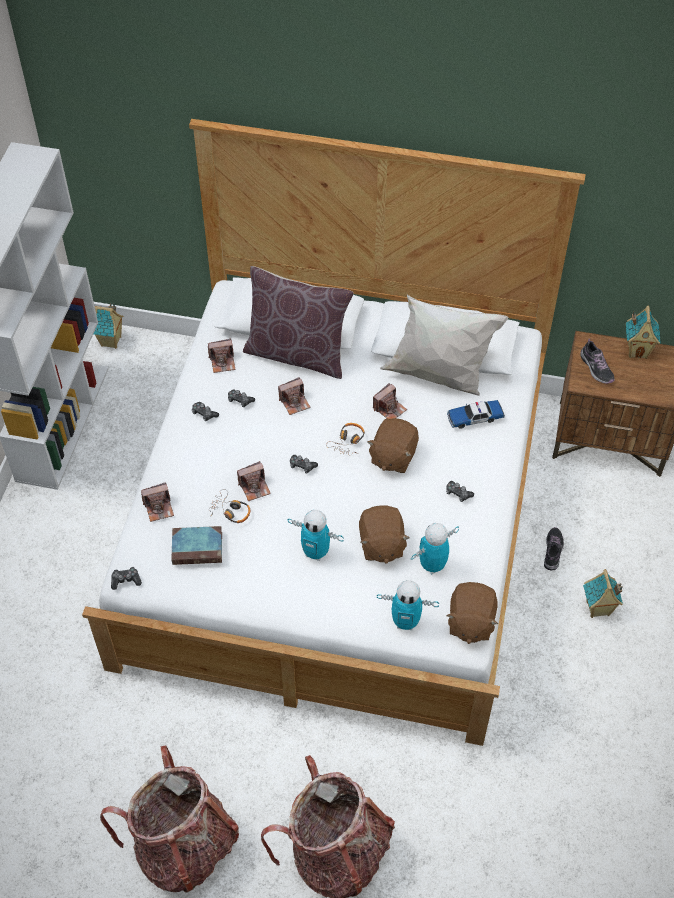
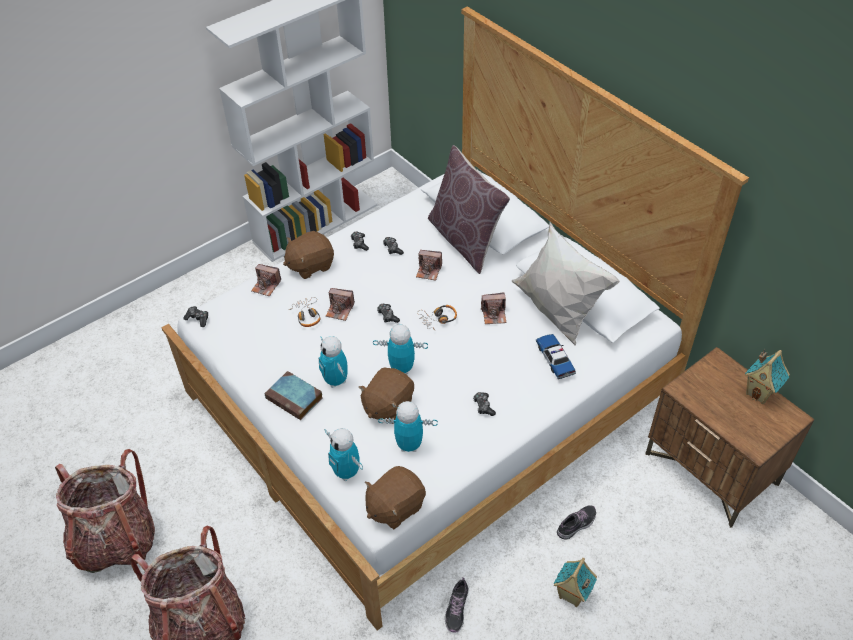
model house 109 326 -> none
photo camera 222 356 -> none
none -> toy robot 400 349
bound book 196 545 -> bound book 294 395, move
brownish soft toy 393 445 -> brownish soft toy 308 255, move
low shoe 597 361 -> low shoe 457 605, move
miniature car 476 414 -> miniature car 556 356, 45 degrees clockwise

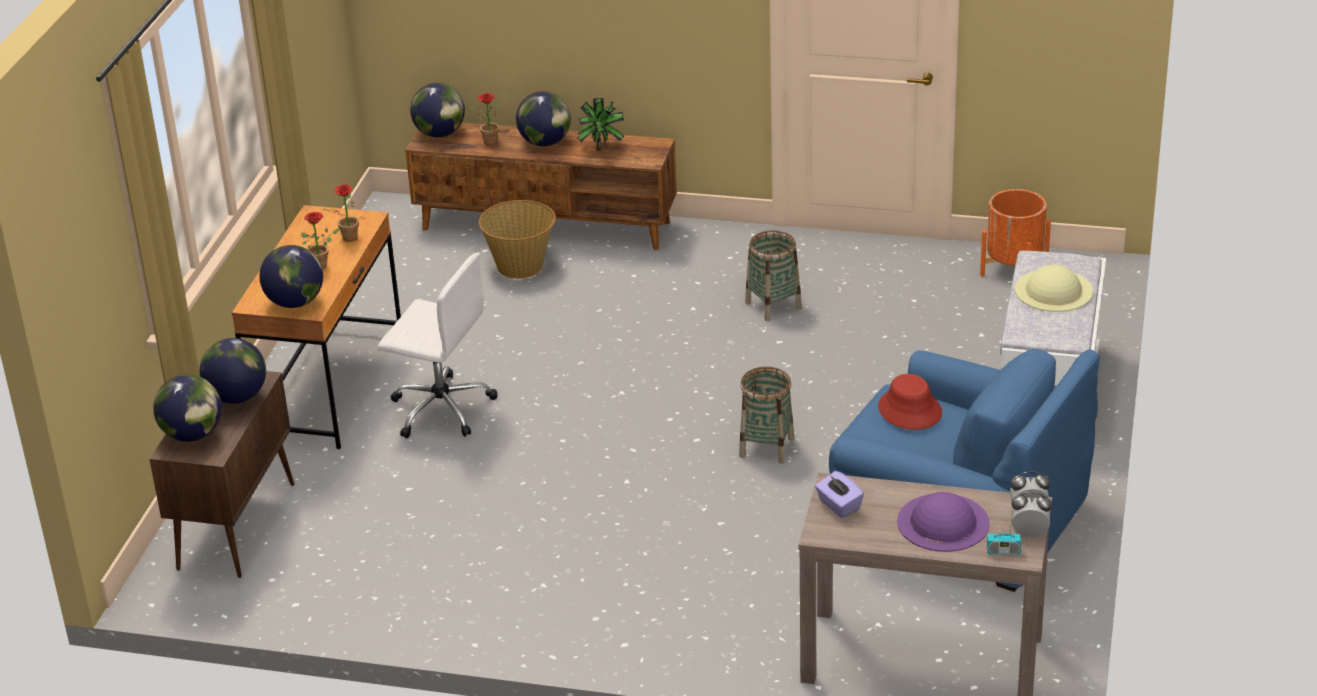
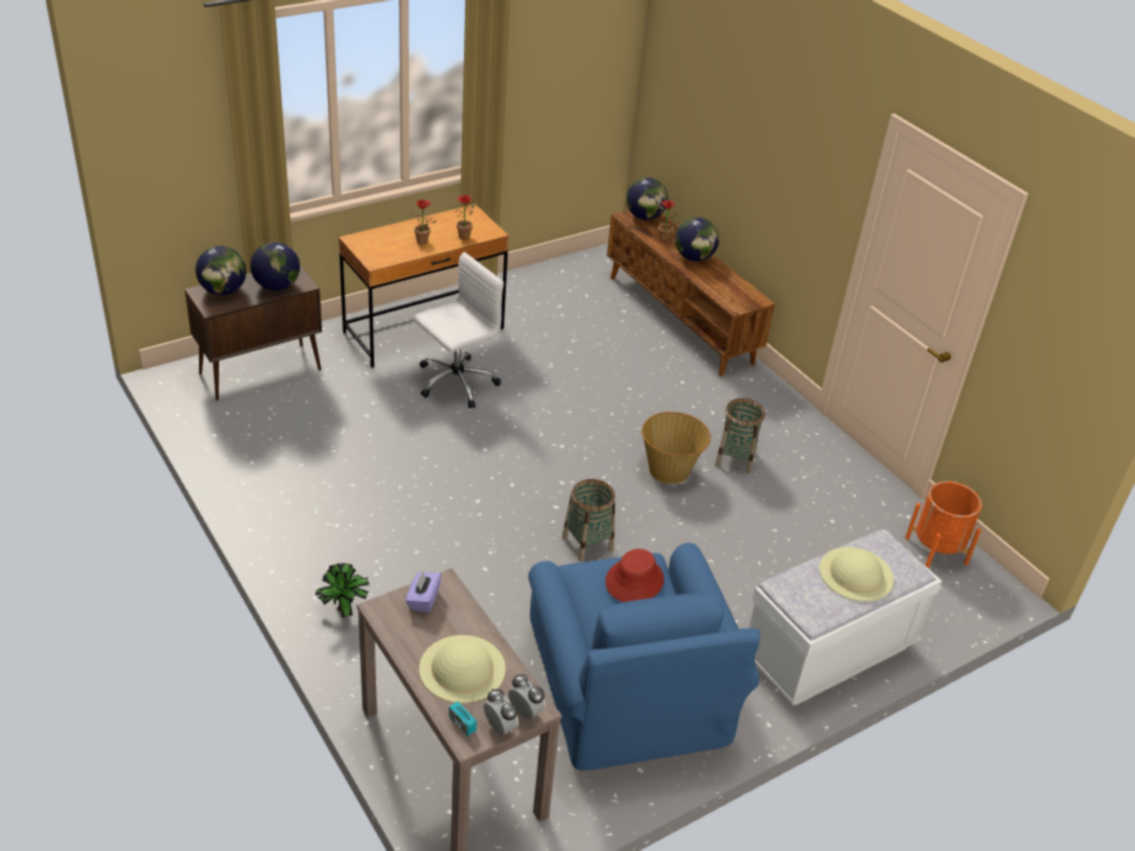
world globe 291 276 -> none
storage basket 517 239 -> storage basket 676 448, move
plant in a pot 600 124 -> plant in a pot 342 590, move
purple-coloured wearable hat 943 522 -> beige wearable hat 462 669
white-coloured computer chair 438 345 -> white-coloured computer chair 458 330, 105 degrees counterclockwise

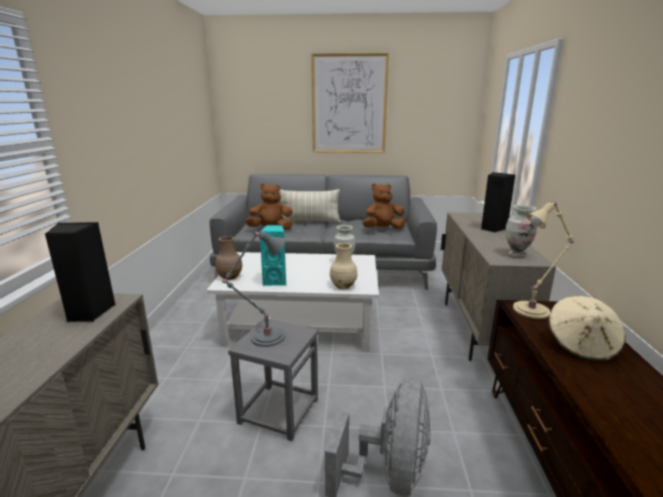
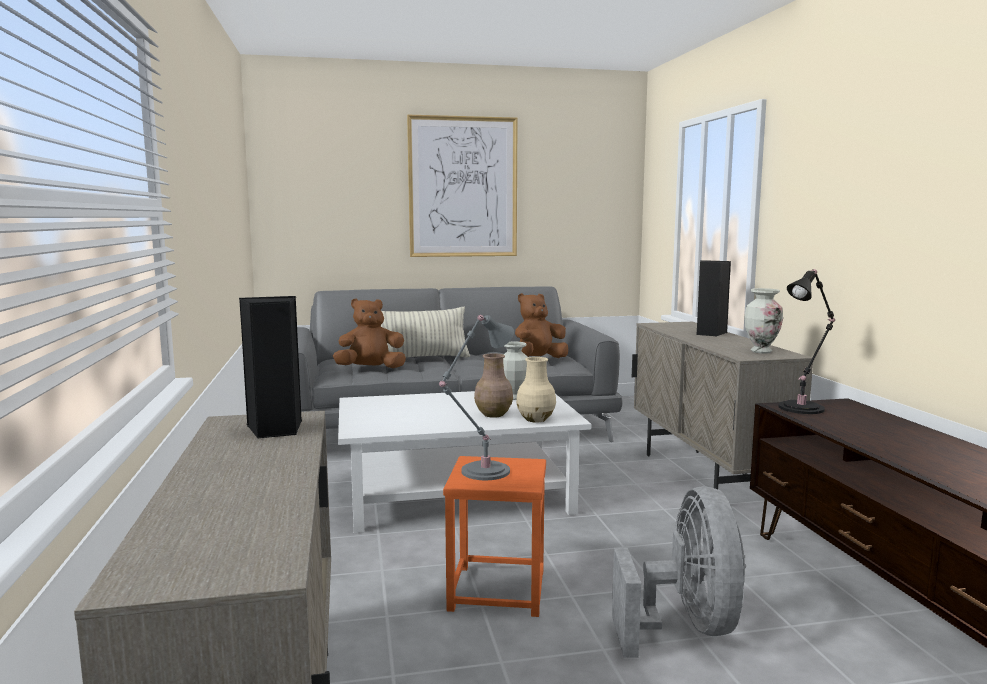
blue-green audio speaker 273 255 -> none
beige wearable hat 587 328 -> none
brownish decorative vase 228 258 -> brownish decorative vase 493 385, move
gray sitting stool 273 379 -> orange sitting stool 494 536
beige table lamp 543 260 -> blackish table lamp 806 341

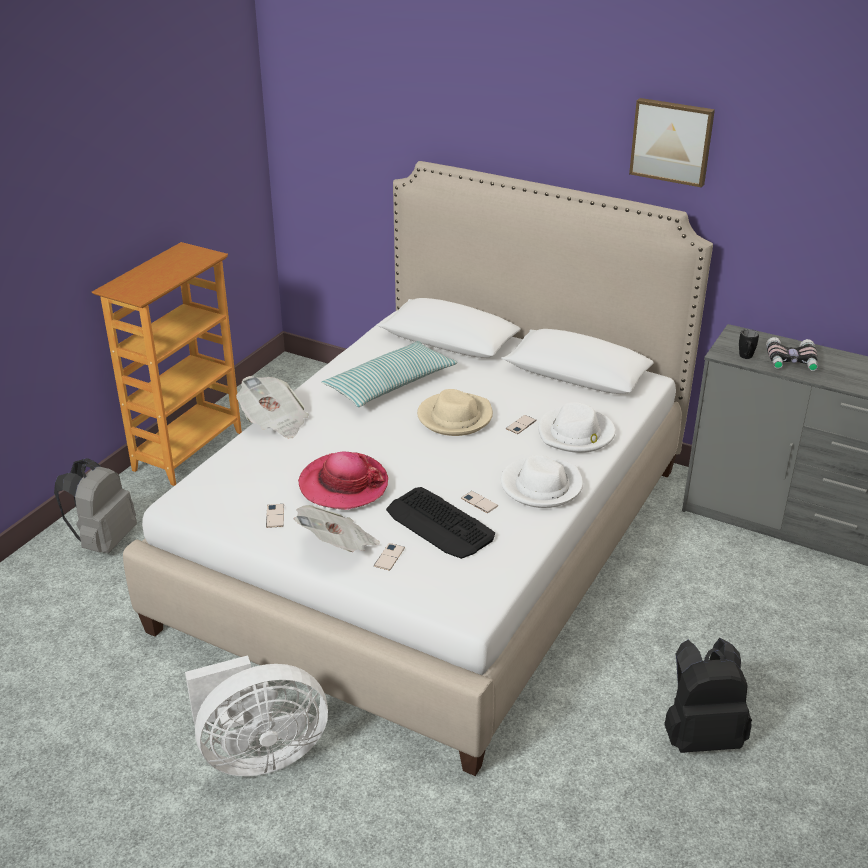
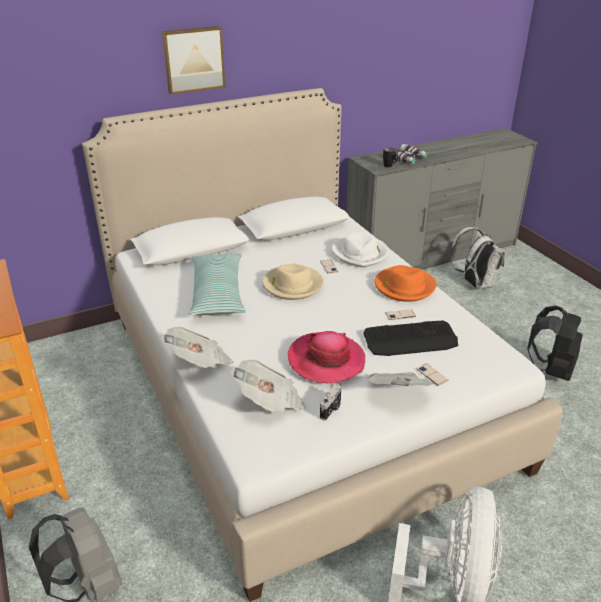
none -> newspaper 268 386
none -> white-coloured backpack 477 258
picture 672 142 -> picture 193 60, move
handset 275 516 -> photo camera 331 402
white-coloured wearable hat 542 481 -> orange wearable hat 405 283

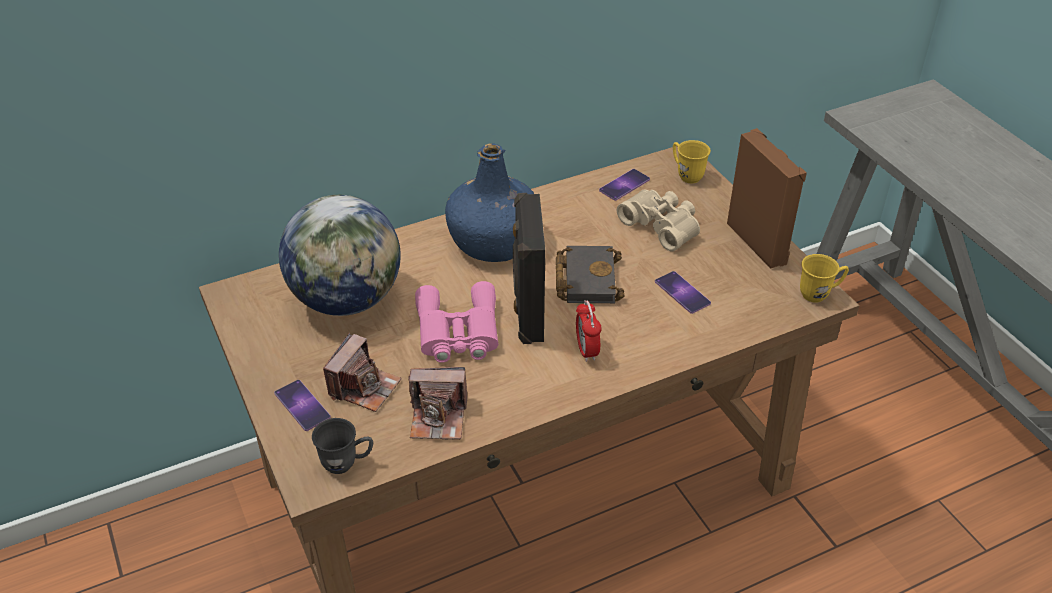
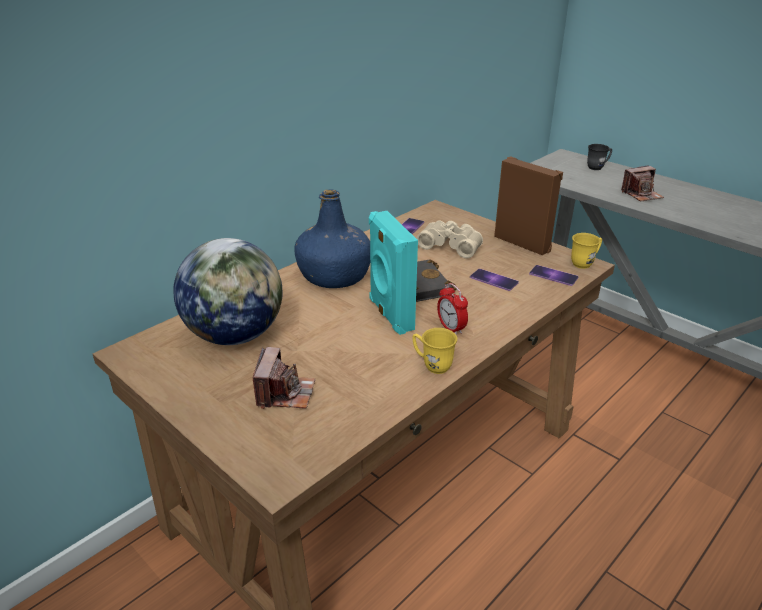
pink field glasses 456 322 -> none
handset 302 405 -> handset 554 275, move
gray mug 342 446 -> gray mug 599 157, move
photo camera 437 403 -> photo camera 642 183, move
yellow-coloured mug 692 161 -> yellow-coloured mug 434 351, move
blackish audio speaker 529 268 -> blue-green audio speaker 393 273

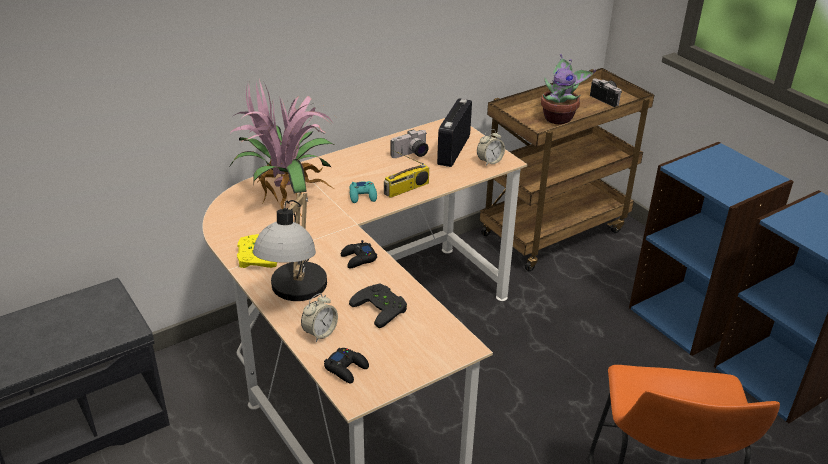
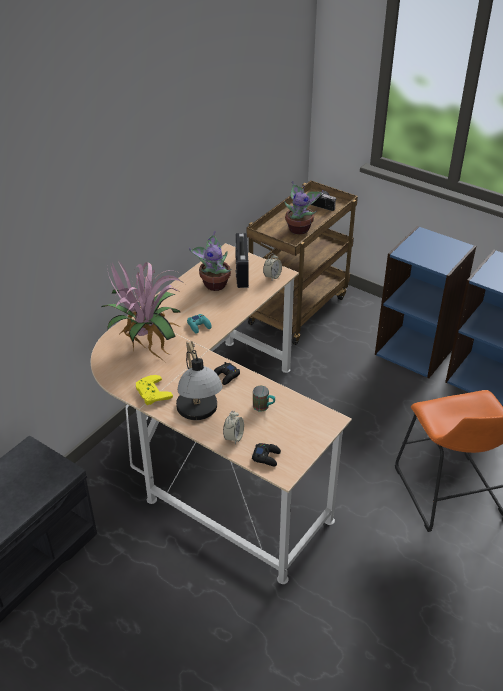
radio set 406 174 -> none
blackish game controller 378 305 -> mug 264 399
photo camera 410 143 -> plant in a pot 210 261

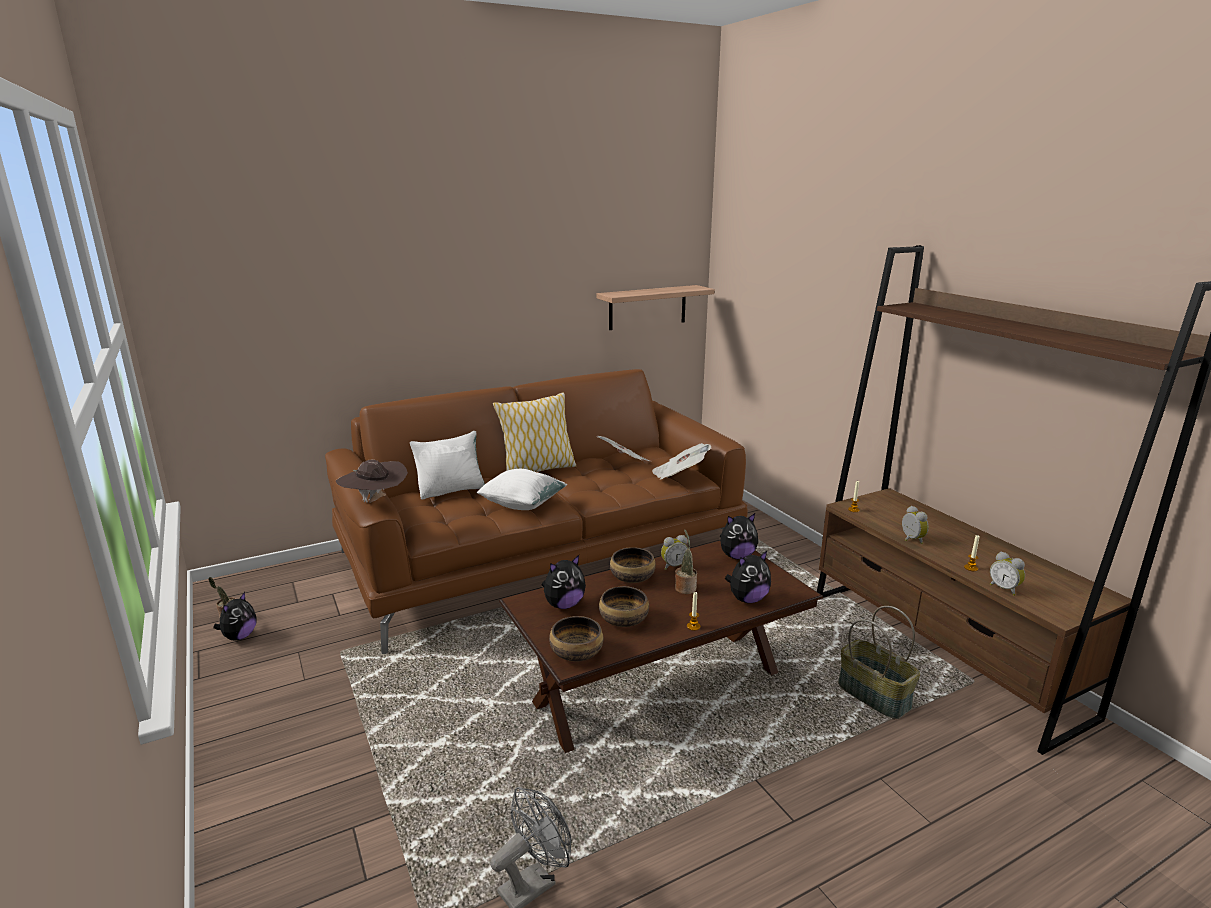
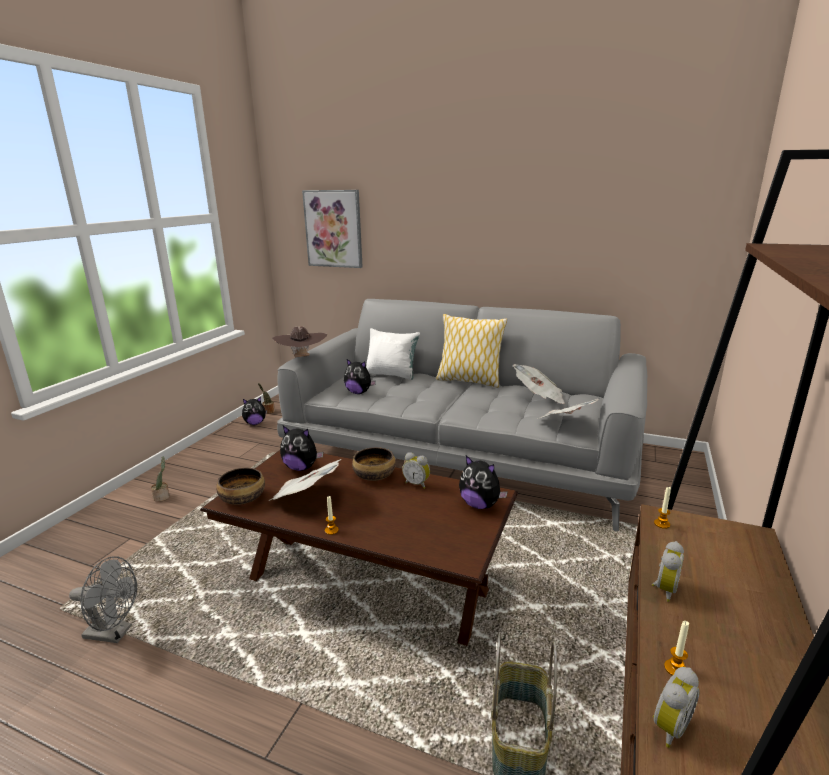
white-coloured pillow 521 489 -> none
bracket shelf 655 307 -> none
none -> picture 332 229
plant in a pot 686 561 -> plant in a pot 160 479, move
soft toy 748 577 -> soft toy 360 376, move
serving bowl 624 606 -> newspaper 305 480
brownish settee 536 511 -> gray settee 462 415
alarm clock 1007 574 -> alarm clock 676 707, 150 degrees counterclockwise

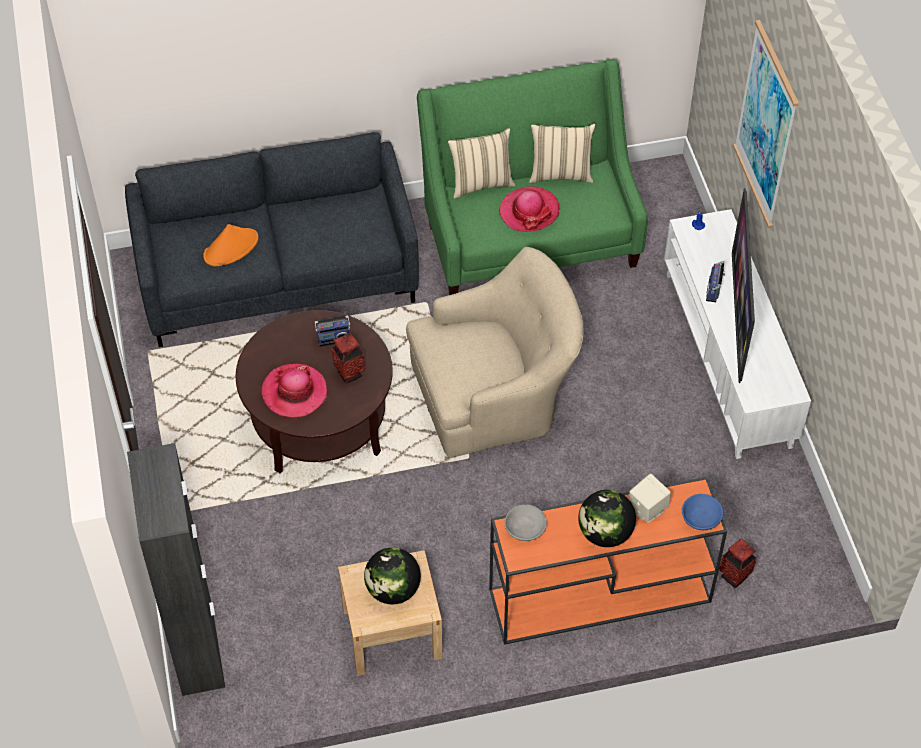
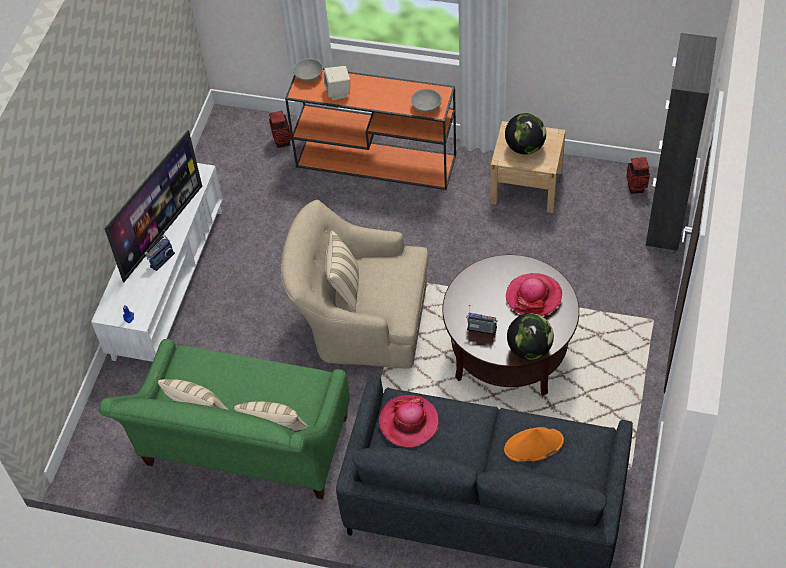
picture 766 124 -> none
none -> beige pillow 342 271
decorative vase 348 358 -> decorative vase 638 175, move
wearable hat 529 209 -> wearable hat 409 421, move
world globe 607 518 -> world globe 530 336, move
blue-coloured serving bowl 702 512 -> gray serving bowl 308 70

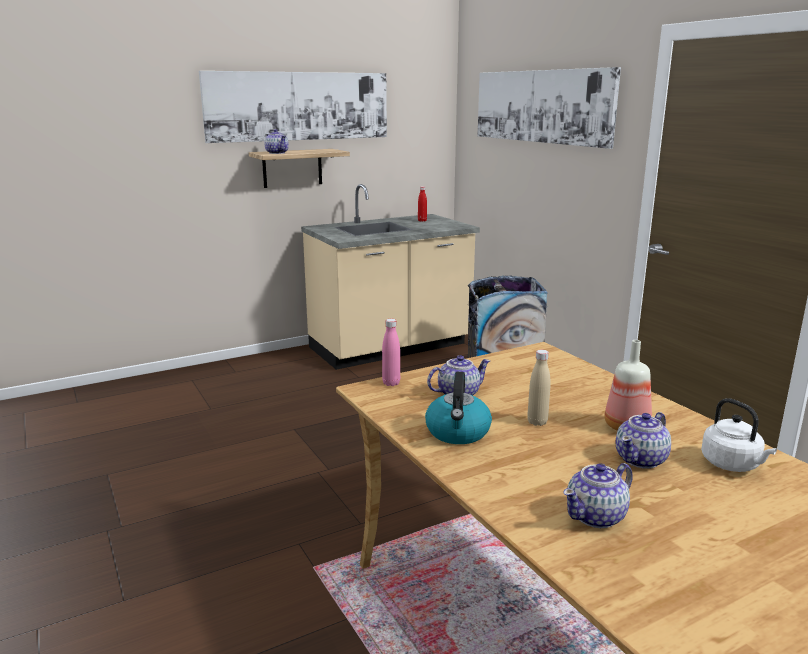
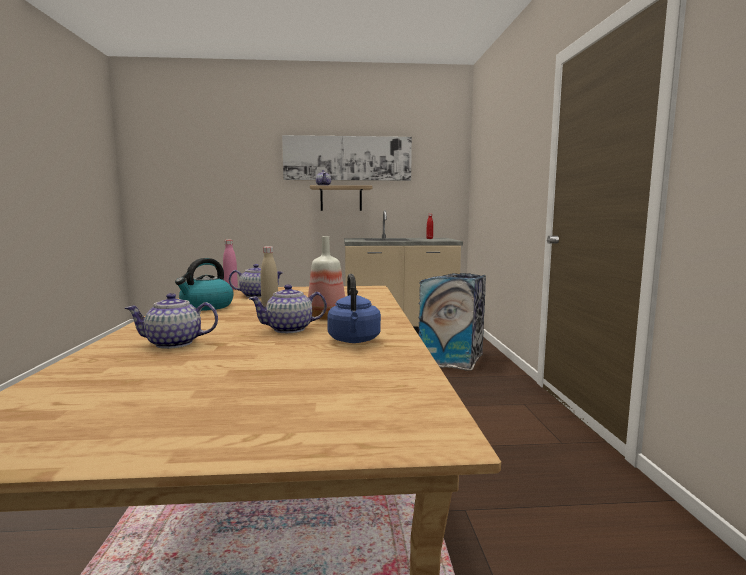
picture 549 108 -> none
white-coloured kettle 739 435 -> blue-coloured kettle 354 308

